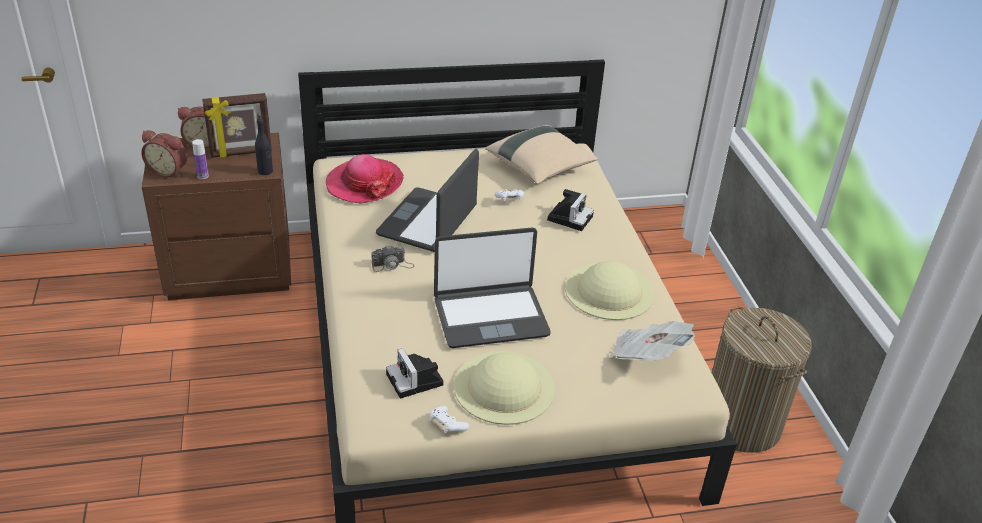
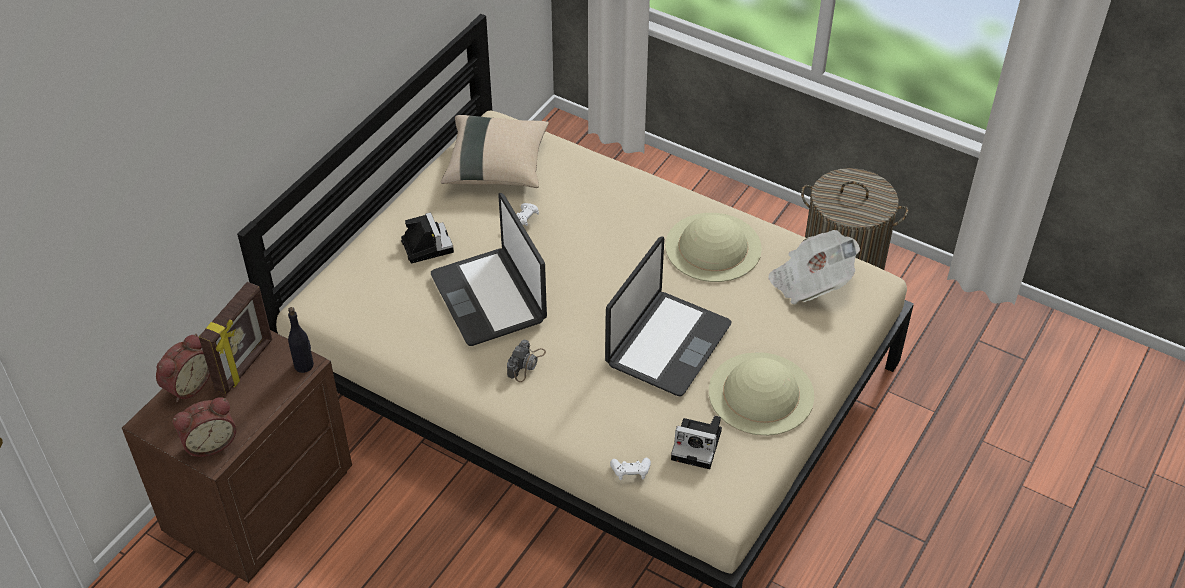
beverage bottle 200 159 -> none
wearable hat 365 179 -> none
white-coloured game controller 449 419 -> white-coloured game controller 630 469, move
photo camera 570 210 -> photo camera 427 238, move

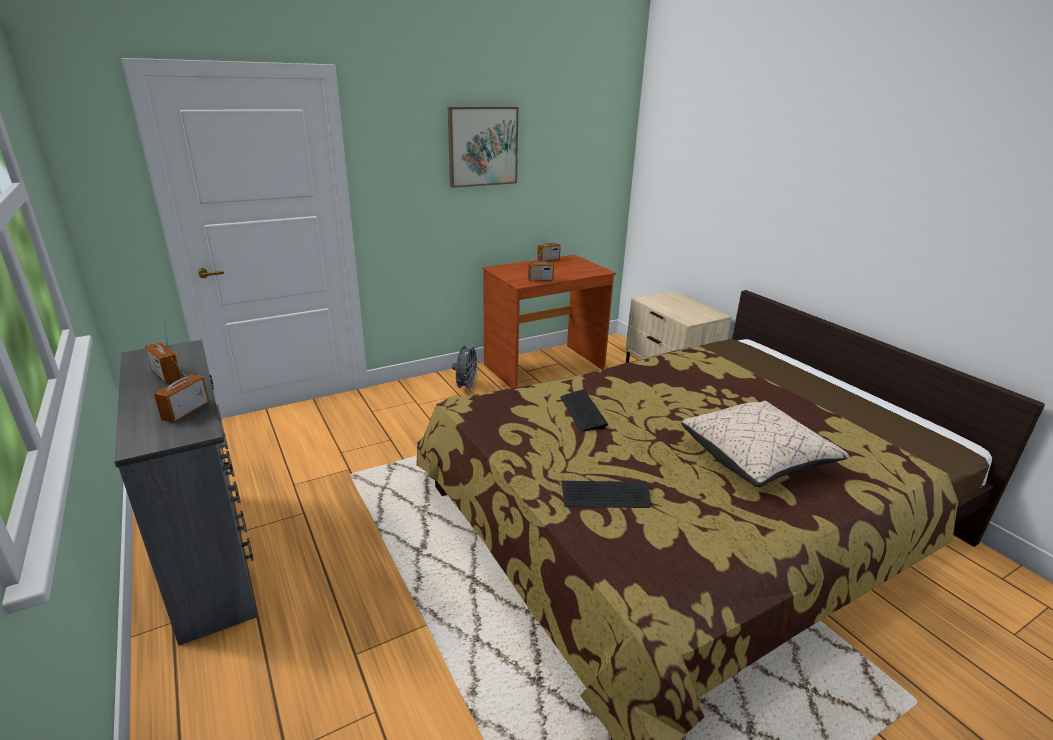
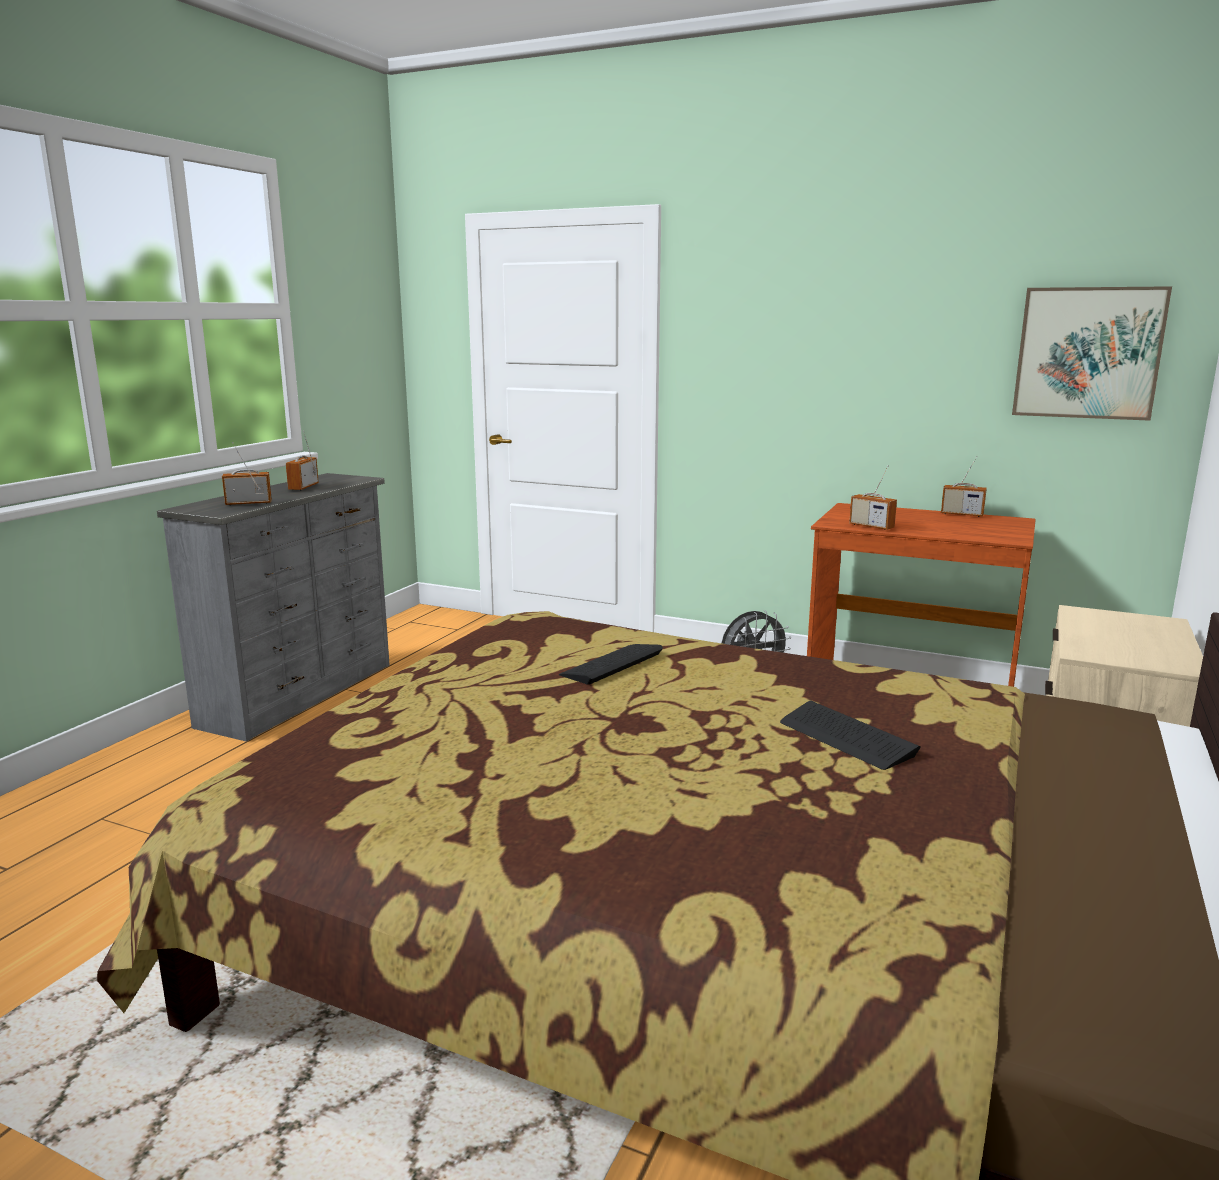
beige pillow 765 444 -> none
picture 483 147 -> picture 1092 353, move
keyboard 606 494 -> keyboard 850 735, move

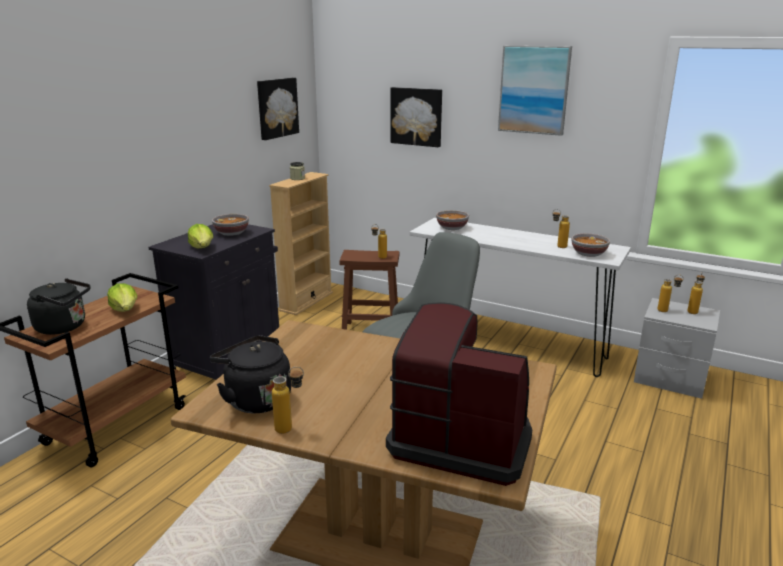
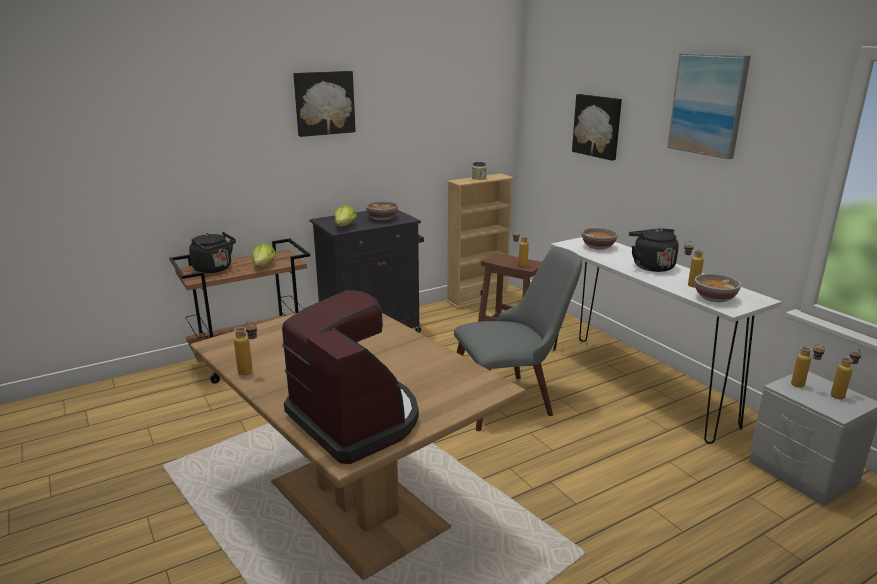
blackish kettle 250 374 -> blackish kettle 654 250, move
picture 278 109 -> picture 324 104, move

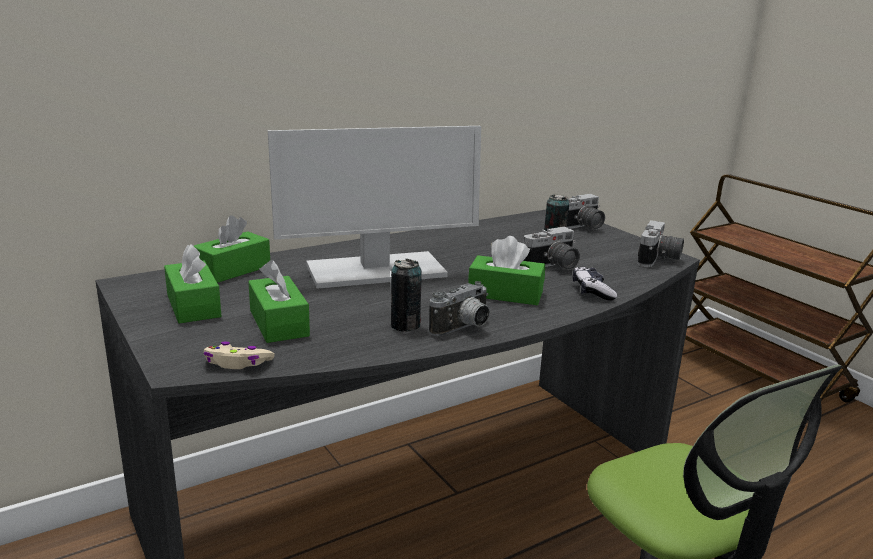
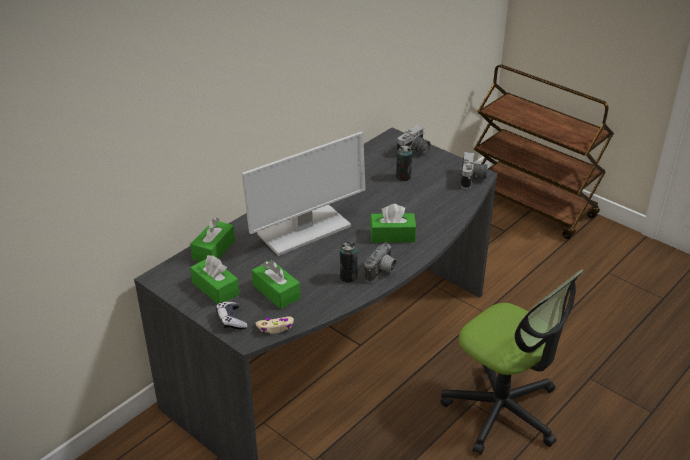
photo camera 551 248 -> none
game controller 595 283 -> game controller 232 316, move

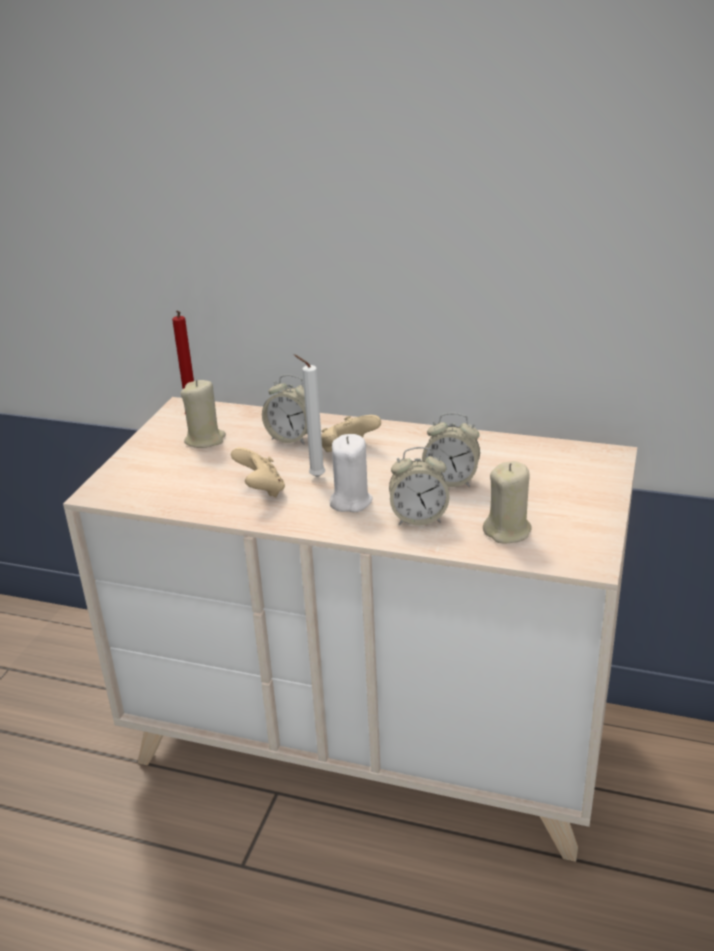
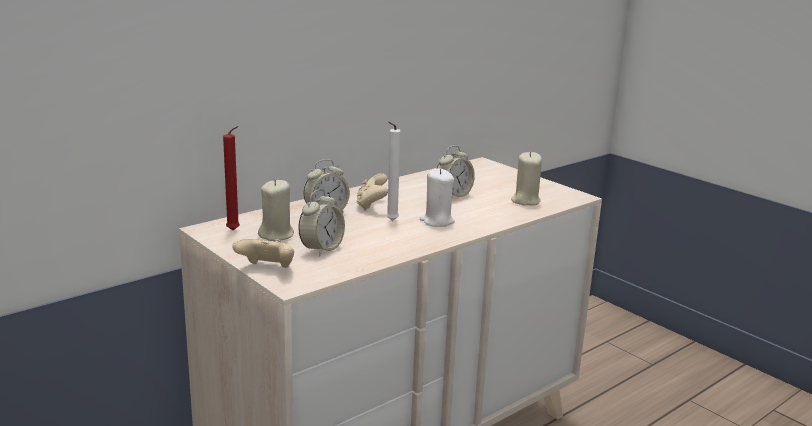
beige game controller 258 472 -> beige game controller 263 253, move
alarm clock 419 486 -> alarm clock 321 222, move

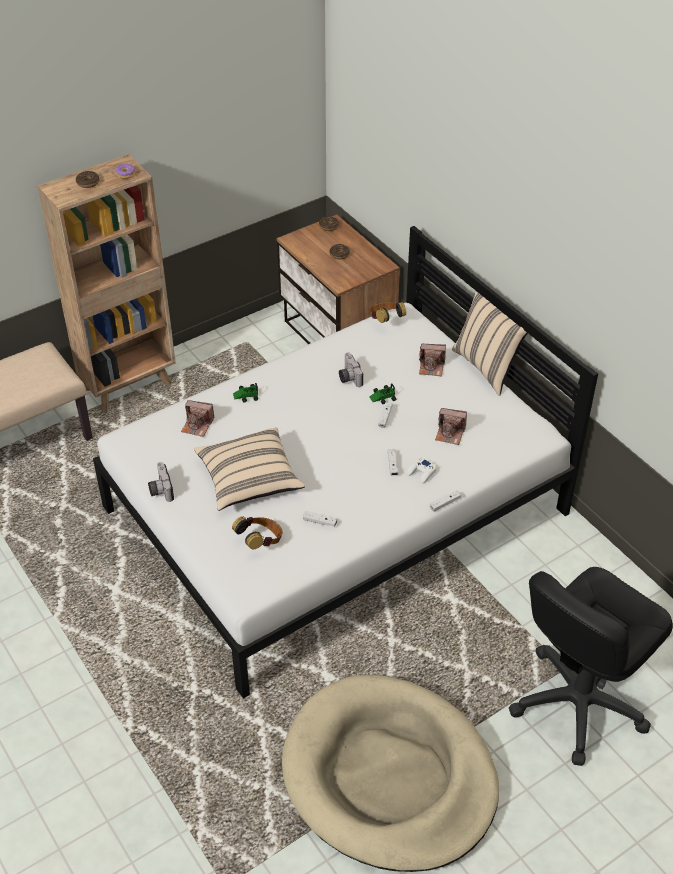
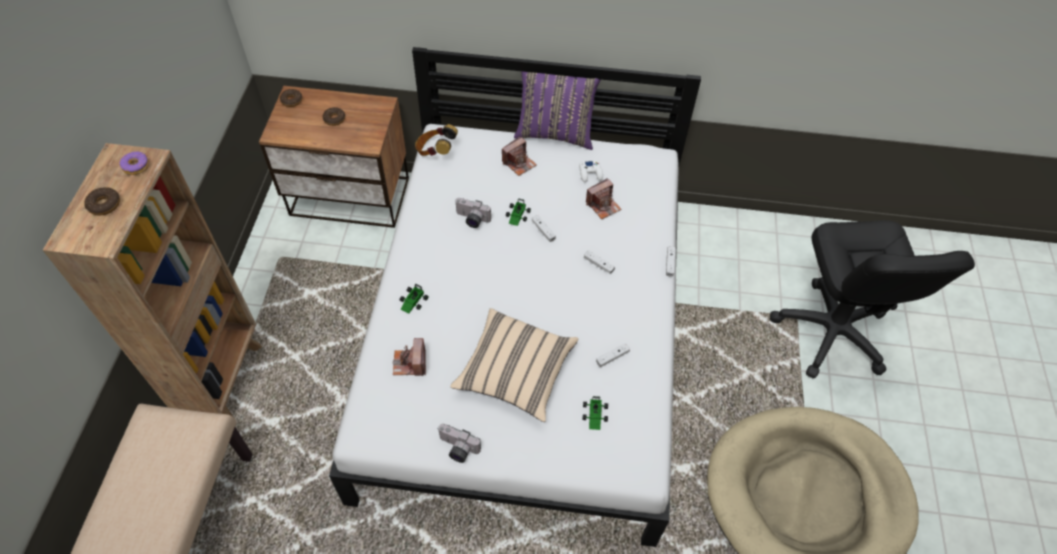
white-coloured game controller 422 470 -> white-coloured game controller 591 171, move
pair of headphones 257 533 -> miniature car 595 413
beige pillow 490 343 -> purple-coloured pillow 557 110
photo camera 197 418 -> photo camera 409 357, 120 degrees clockwise

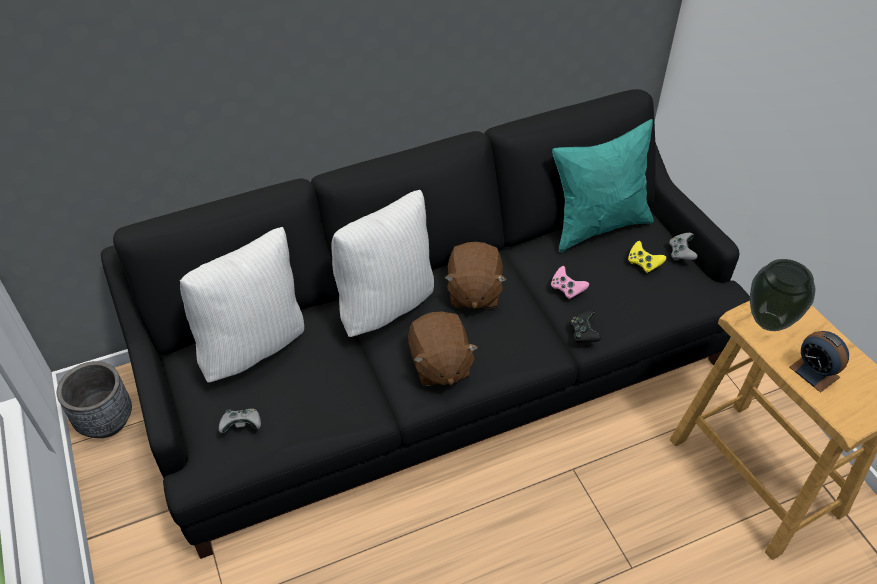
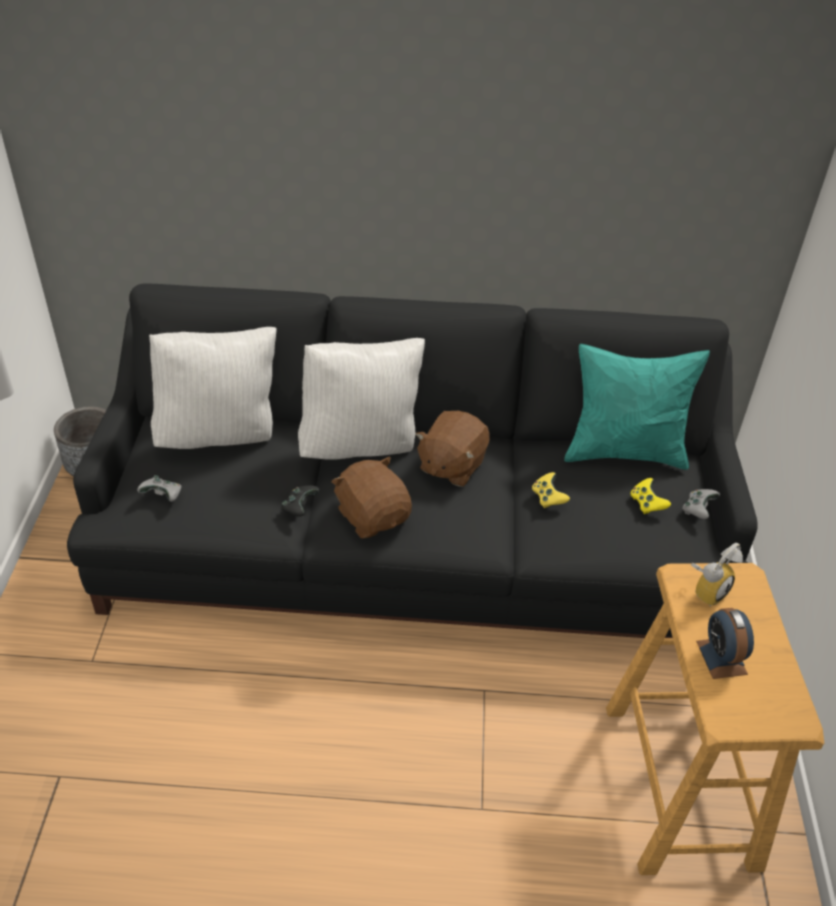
blackish game controller 586 326 -> blackish game controller 300 501, move
decorative vase 782 295 -> alarm clock 717 575
pink game controller 570 283 -> yellow-coloured game controller 551 490
brownish soft toy 443 348 -> brownish soft toy 371 497, 135 degrees clockwise

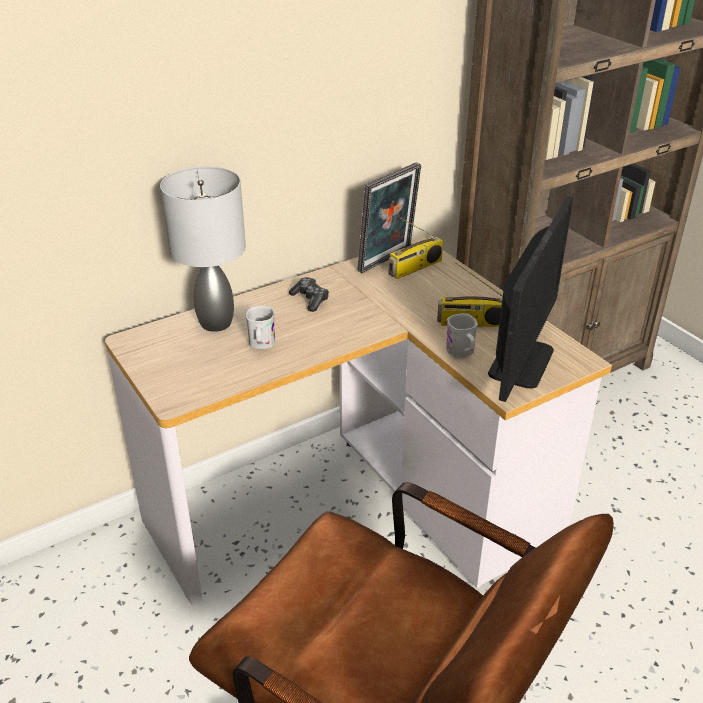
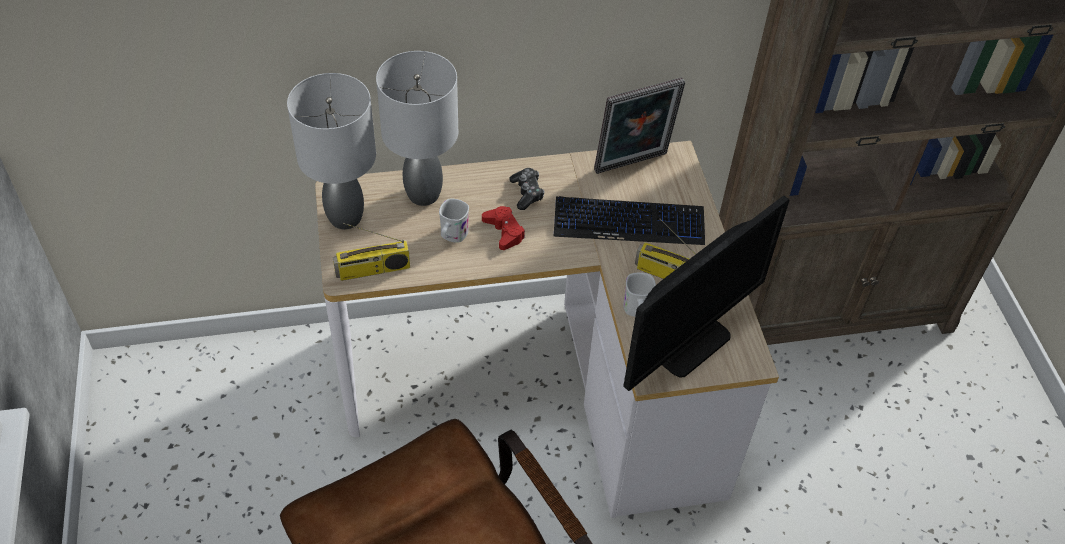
none -> gray table lamp 331 151
none -> red-coloured game controller 503 228
none -> keyboard 629 220
radio set 415 248 -> radio set 371 252, move

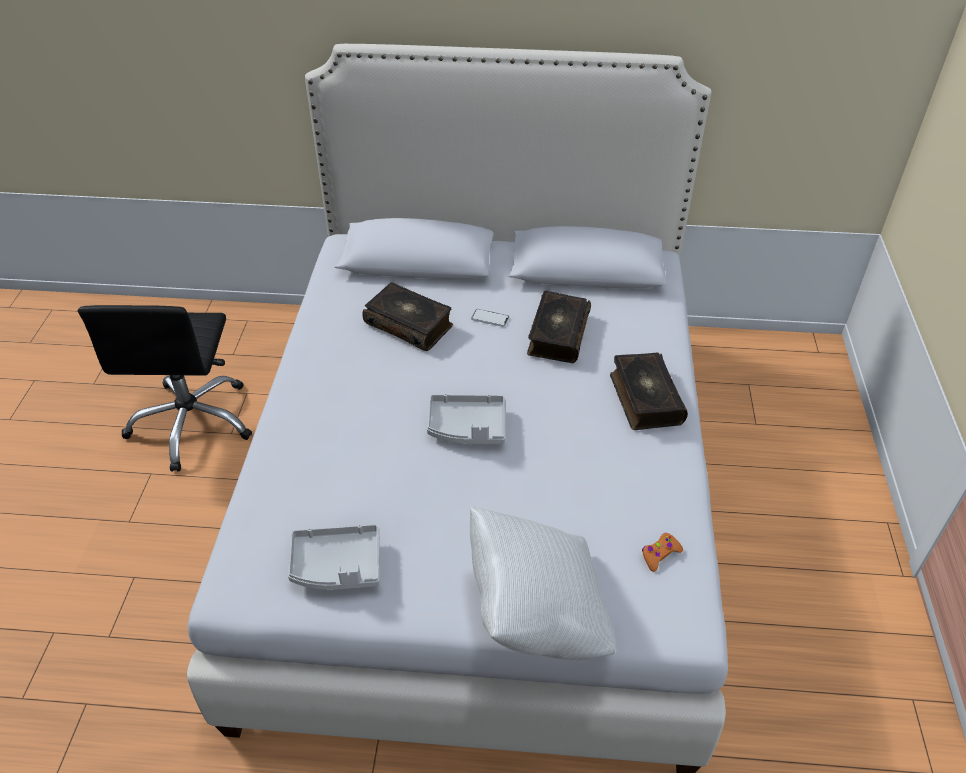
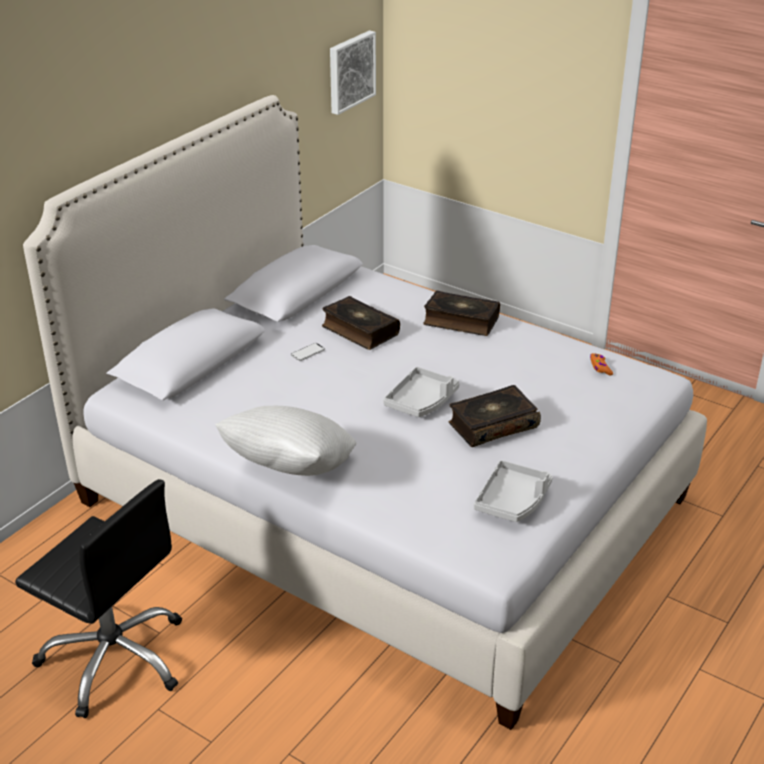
none -> picture 353 72
bound book 408 316 -> bound book 494 416, move
white-coloured pillow 543 583 -> white-coloured pillow 285 441, move

